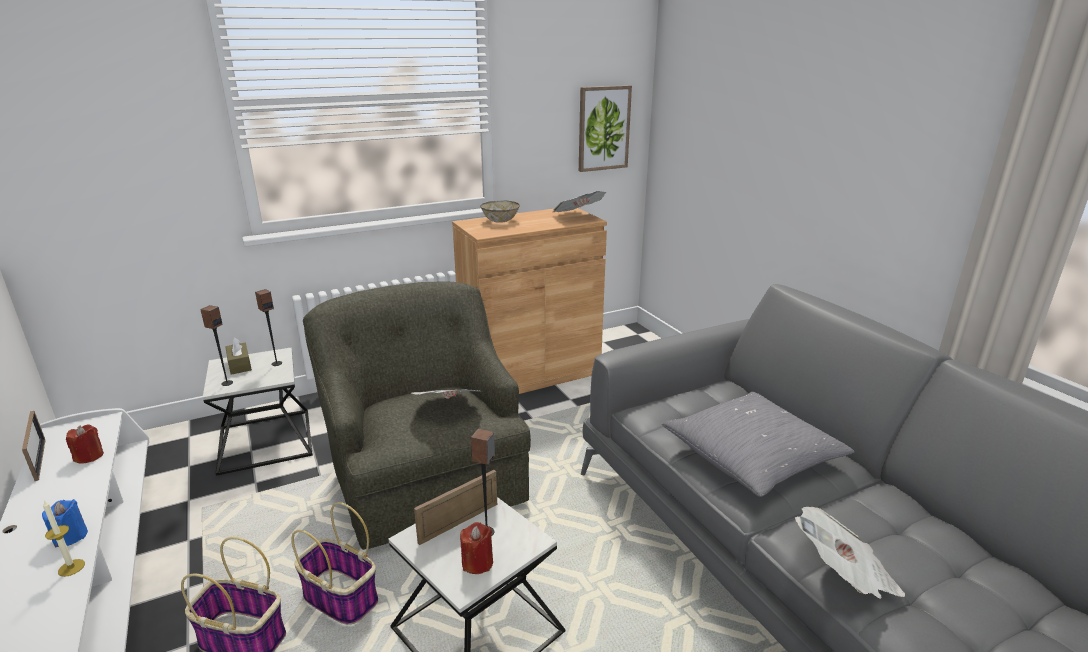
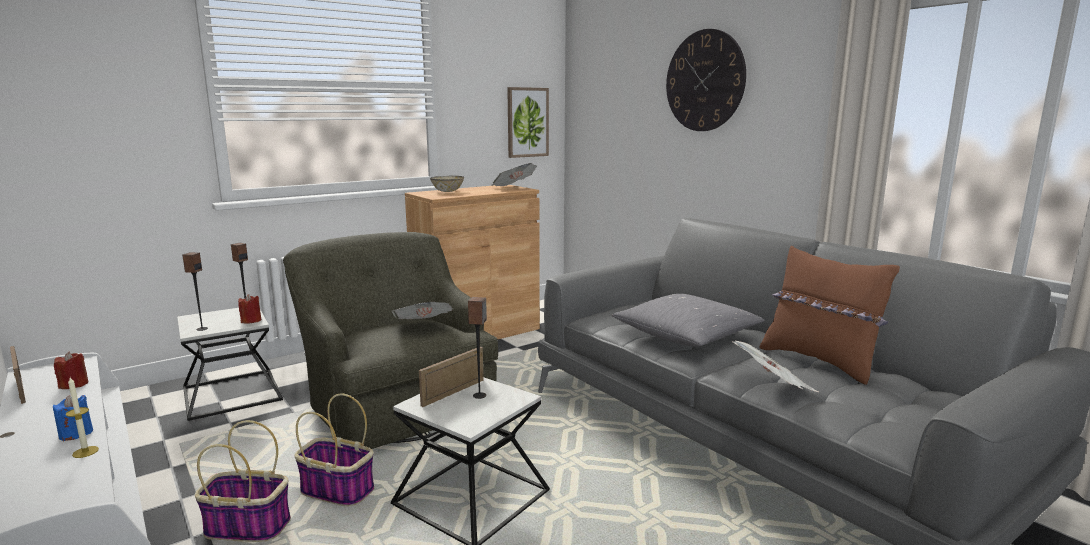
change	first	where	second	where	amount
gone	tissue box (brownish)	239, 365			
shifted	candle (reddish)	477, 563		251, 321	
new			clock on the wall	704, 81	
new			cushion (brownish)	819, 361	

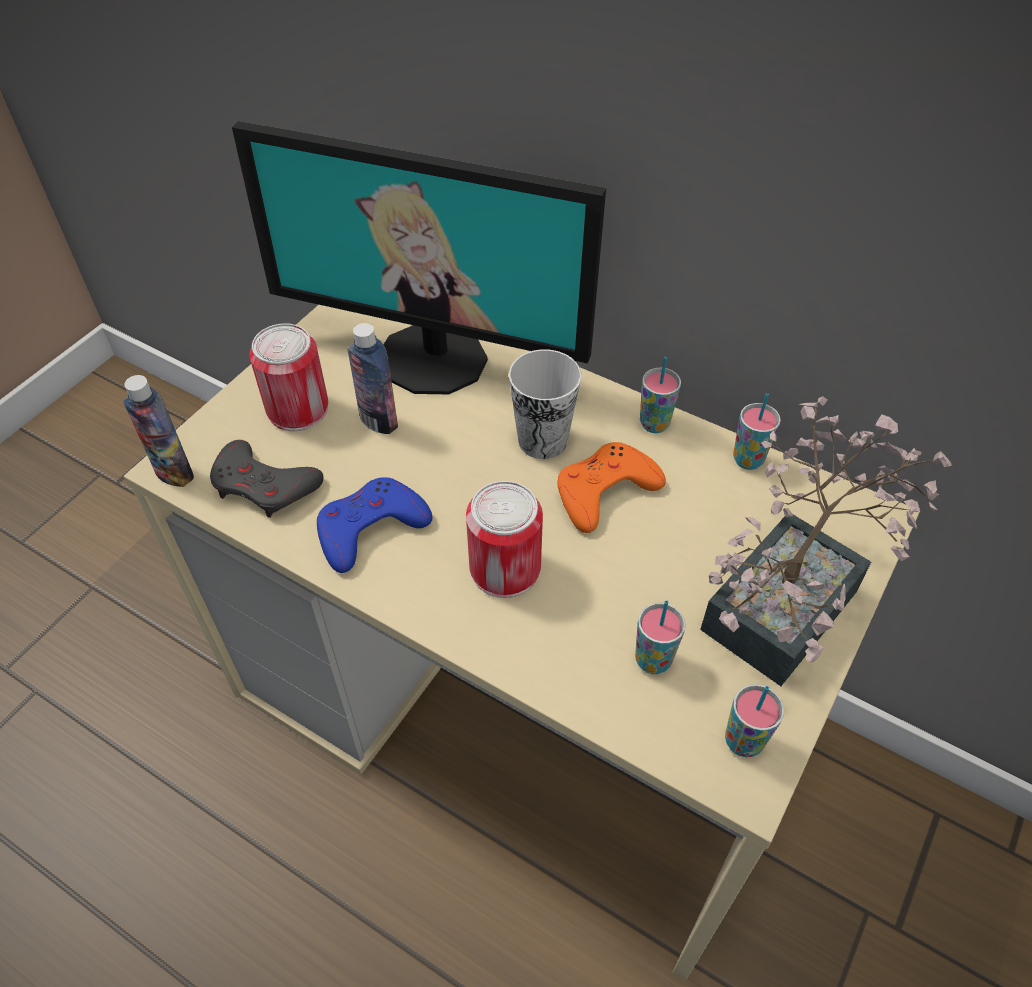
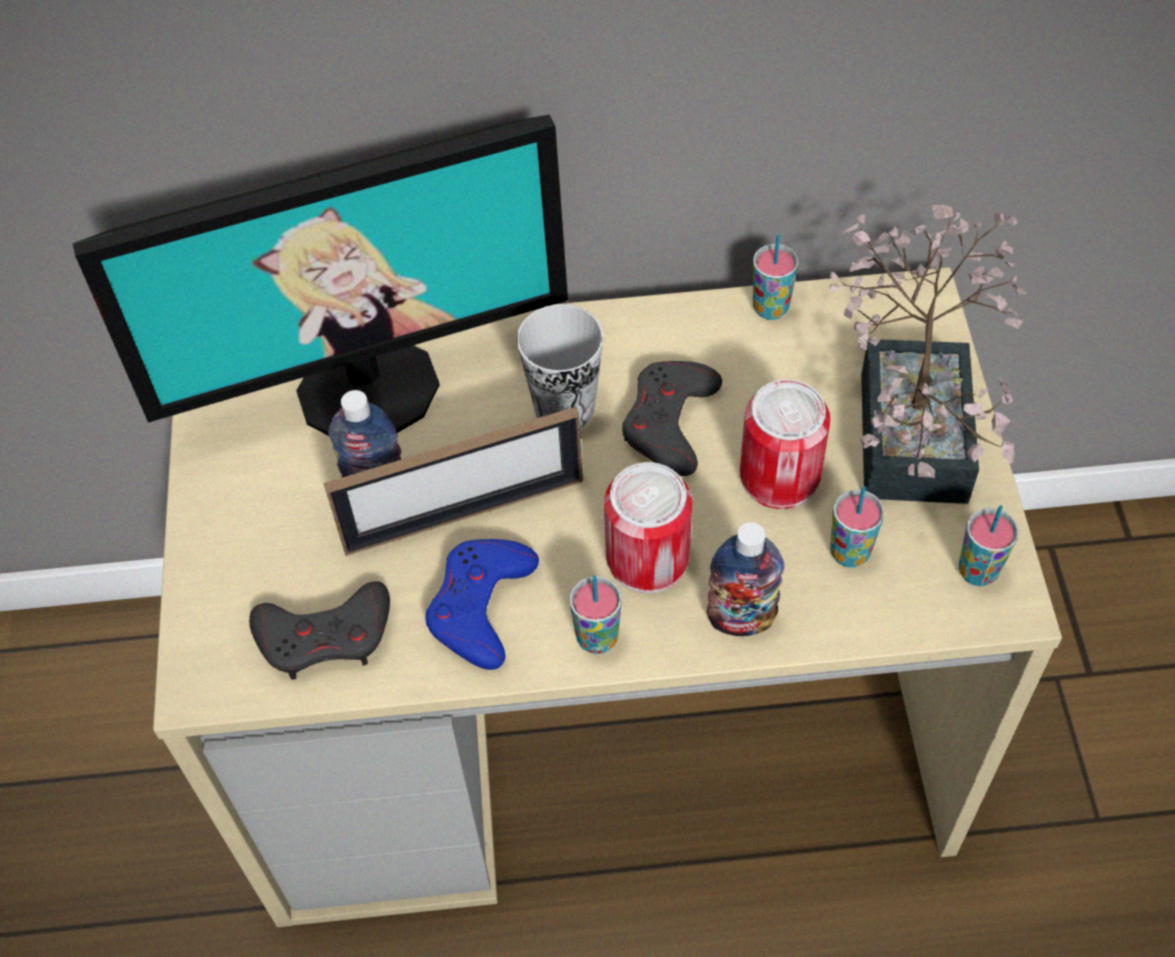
change	first	where	second	where	amount
shifted	can	298, 409		779, 476	
shifted	drinking cup	654, 424		597, 639	
shifted	drink bottle	174, 472		741, 619	
repainted	gamepad (orangey)	604, 491	gamepad (grey)	670, 422	
new			standing frame	464, 514	

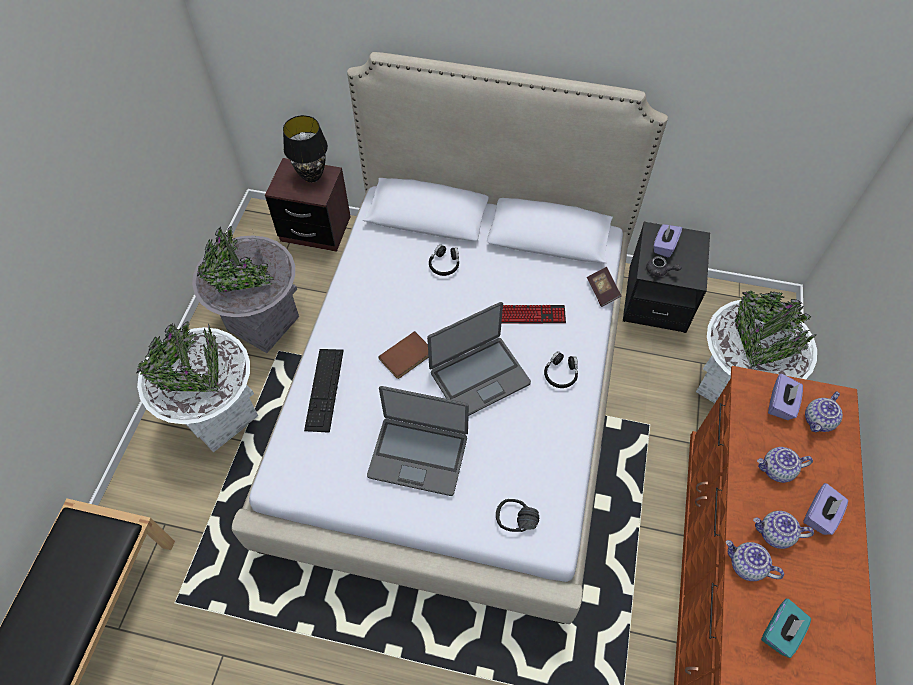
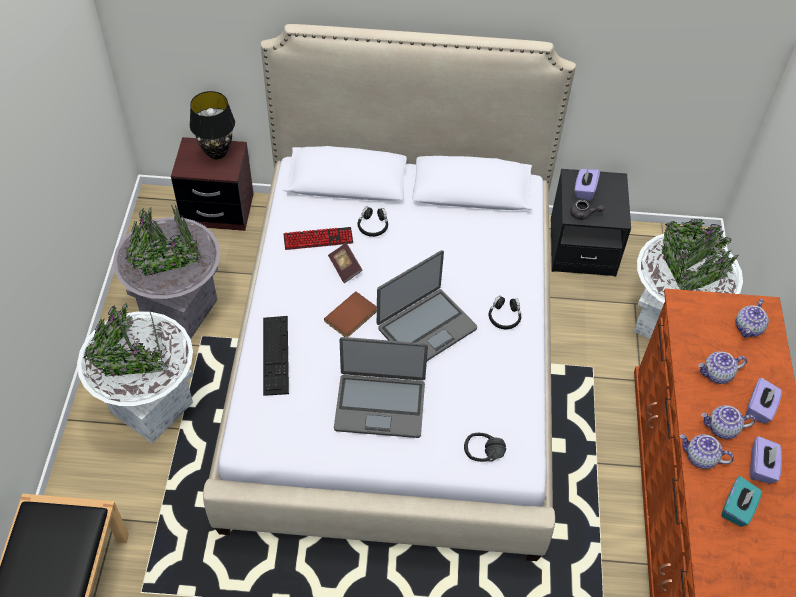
change	first	where	second	where	amount
shifted	volume	602, 291		345, 268	
shifted	computer keyboard	530, 315		318, 239	
shifted	tissue box (purple-coloured)	781, 404		761, 467	

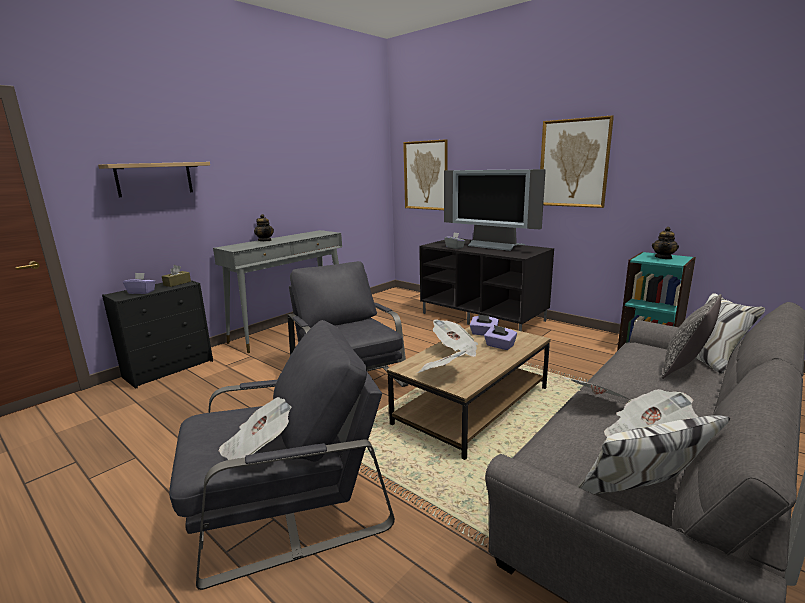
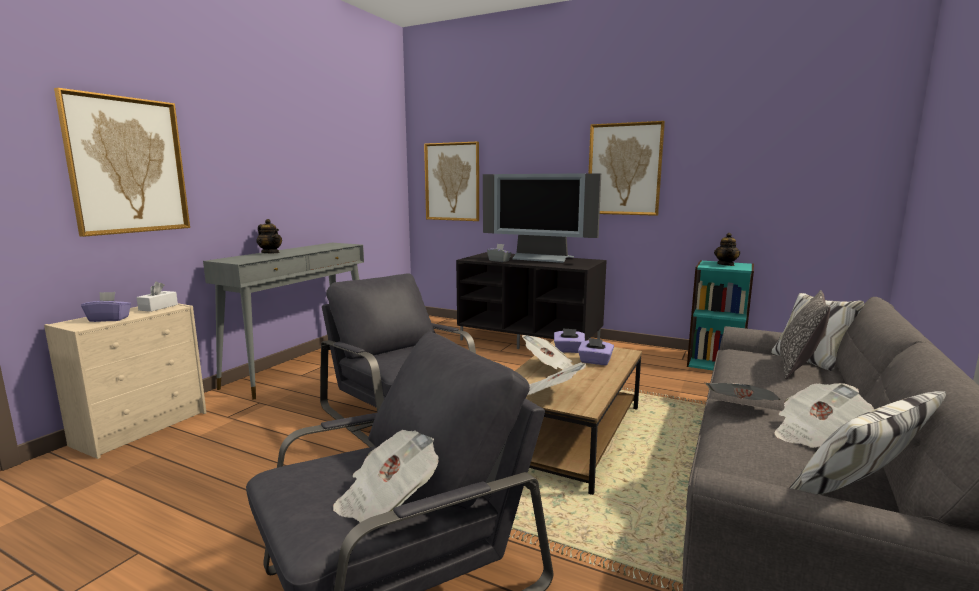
change	first	where	second	where	amount
swapped	wall shelf	154, 179	picture	127, 166	
repainted	tissue box (brownish)	177, 283	tissue box (white-coloured)	158, 307	
repainted	chest of drawers (black-coloured)	170, 368	chest of drawers (beige-coloured)	143, 428	

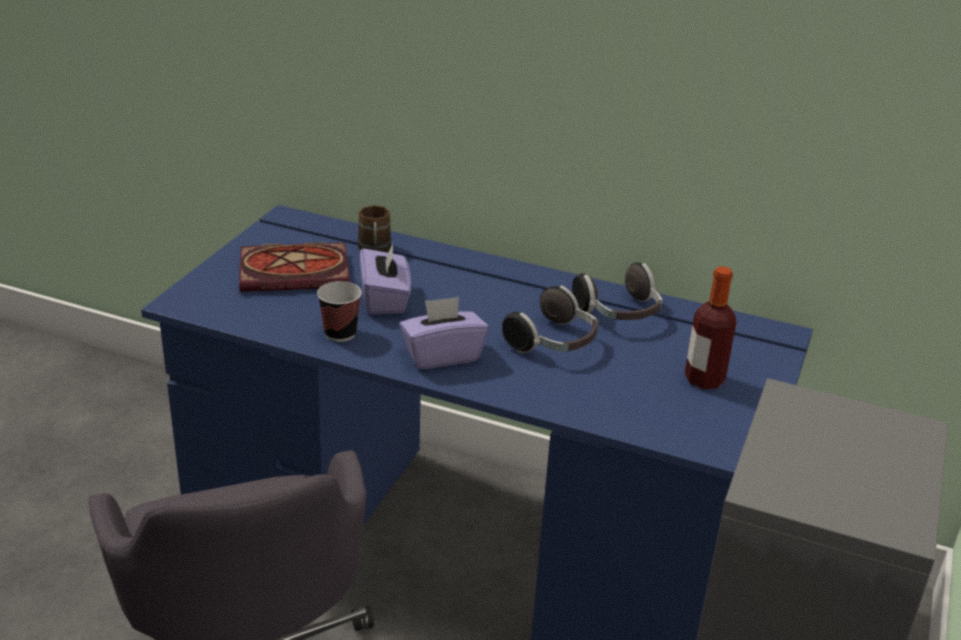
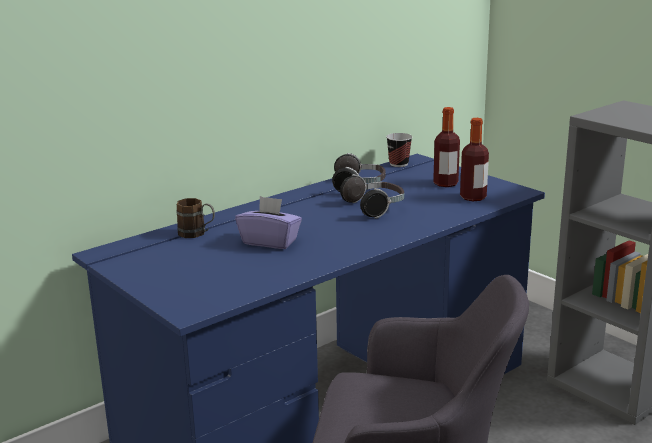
change	first	where	second	where	amount
gone	volume	297, 271			
shifted	drinking cup	340, 333		398, 164	
gone	tissue box (purple-coloured)	442, 355			
new			drink bottle	473, 197	

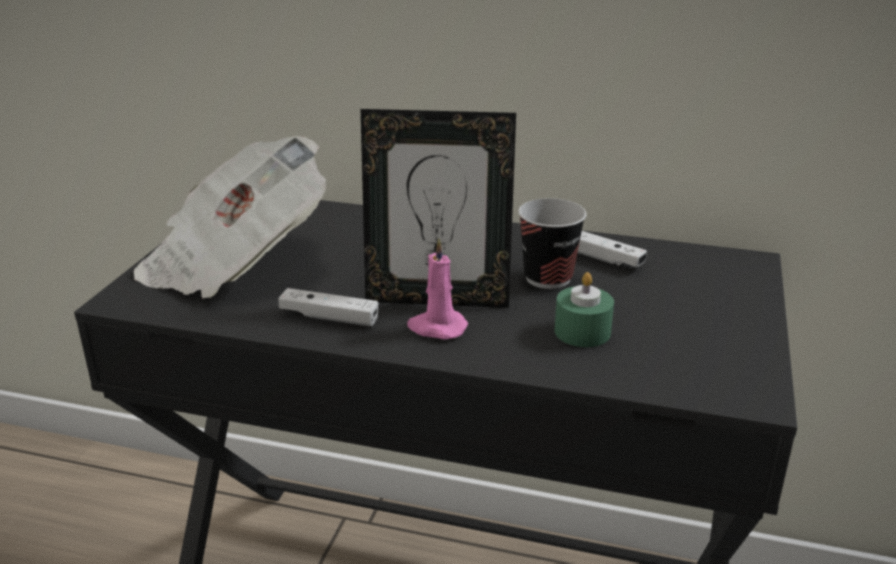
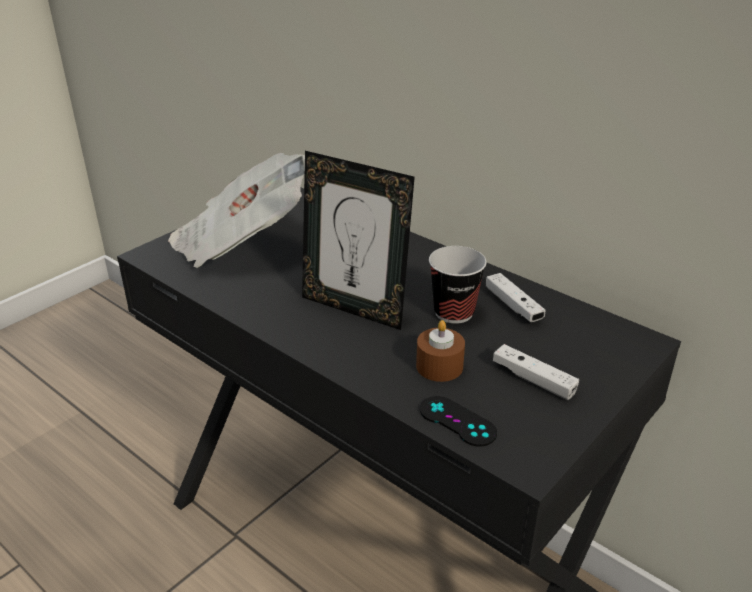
change	first	where	second	where	amount
gone	candle (pink-coloured)	436, 327			
repainted	candle (green)	582, 332	candle (brownish)	439, 366	
shifted	gamepad (white-coloured)	329, 317		533, 379	
new			gamepad (black-coloured)	457, 421	

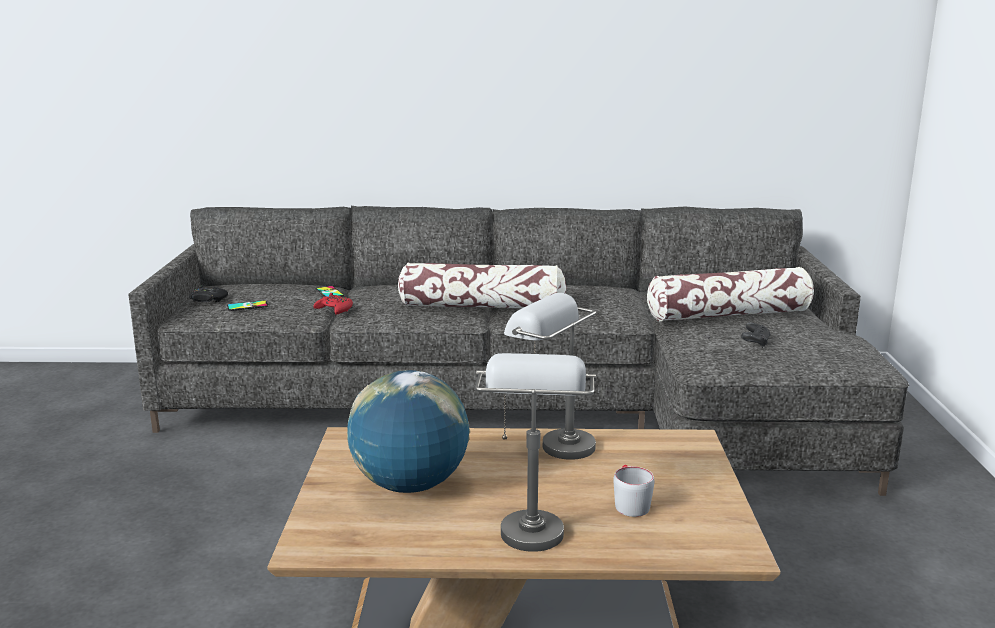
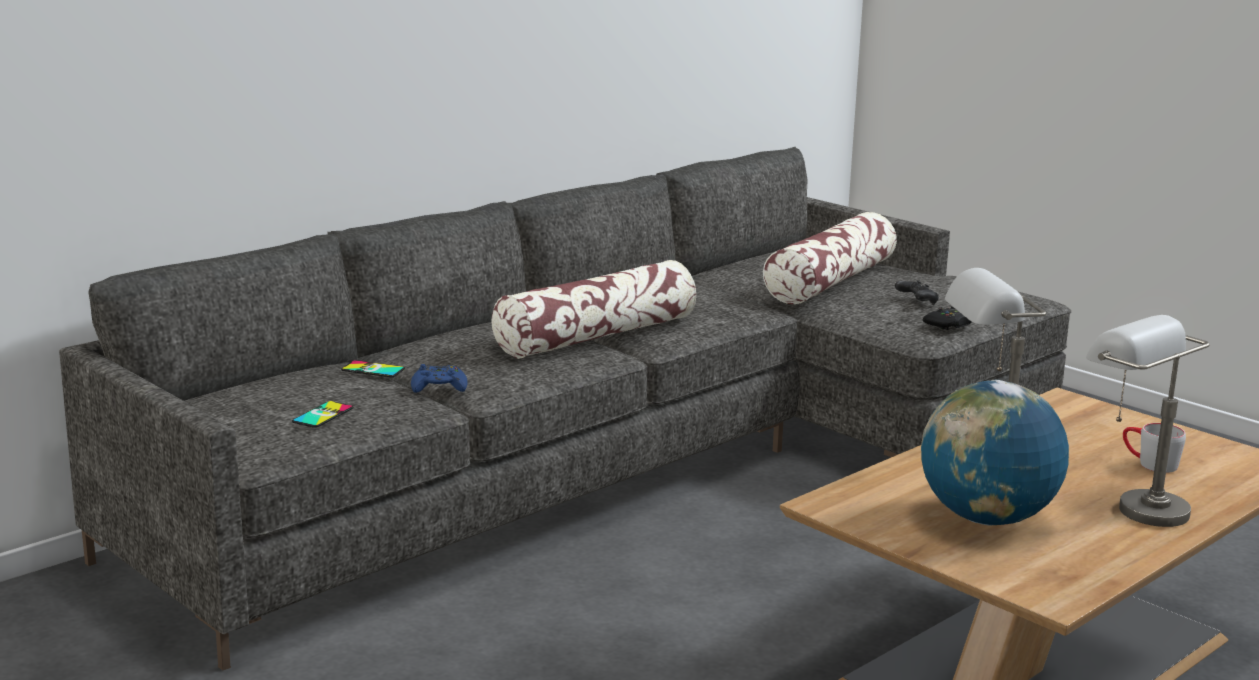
change	first	where	second	where	amount
shifted	gamepad (black-coloured)	207, 300		950, 324	
repainted	gamepad (reddish)	334, 309	gamepad (blue-coloured)	439, 387	

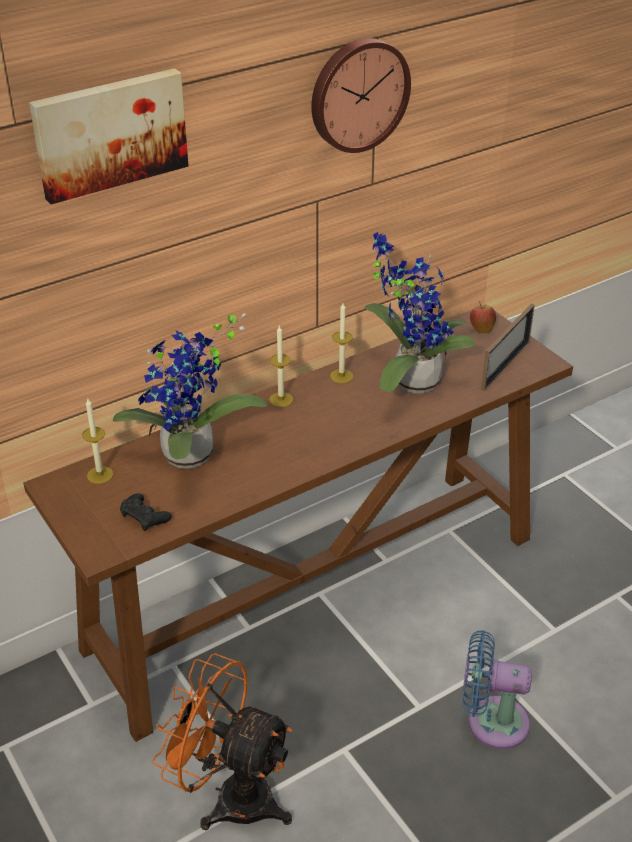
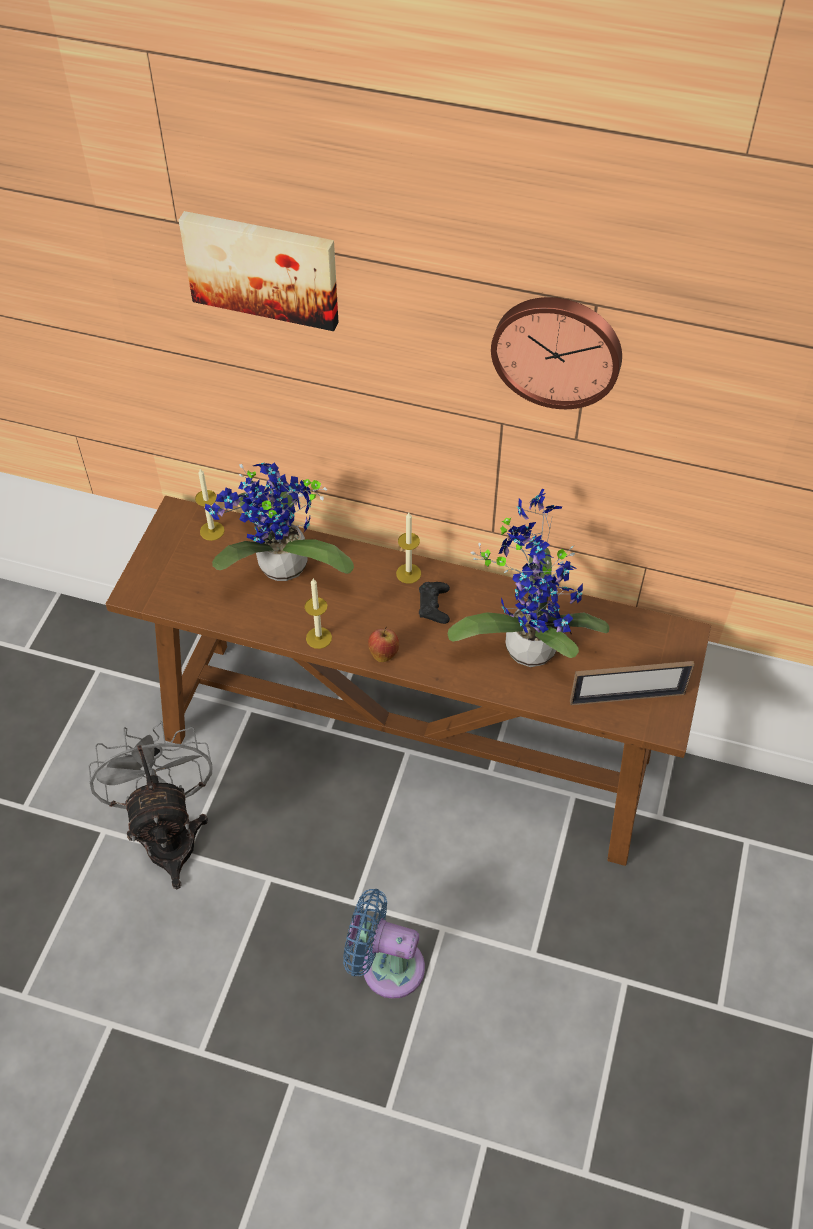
change	first	where	second	where	amount
shifted	apple fruit	481, 329		383, 653	
shifted	candle	341, 376		319, 638	
shifted	gamepad (black-coloured)	145, 516		434, 606	
rotated	cooling fan (blue-coloured)	491, 721		386, 965	45 degrees counterclockwise
repainted	cooling fan (orangey)	231, 796	cooling fan (grey)	169, 834	

